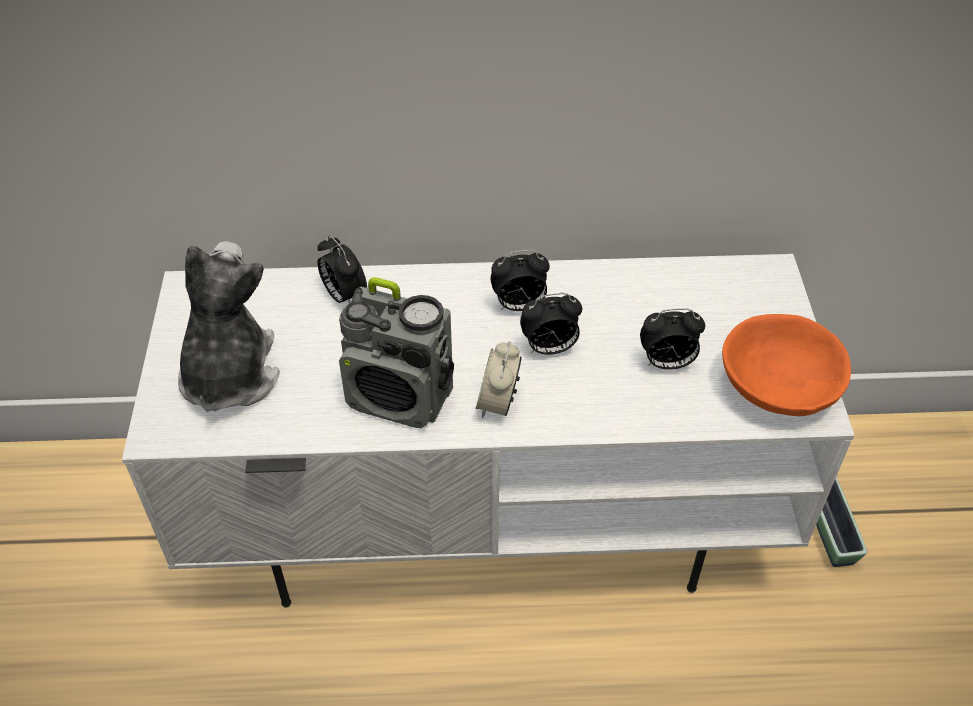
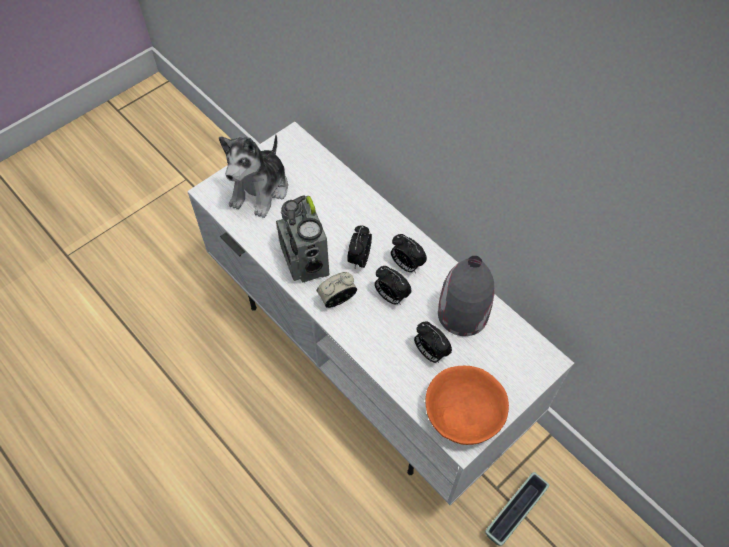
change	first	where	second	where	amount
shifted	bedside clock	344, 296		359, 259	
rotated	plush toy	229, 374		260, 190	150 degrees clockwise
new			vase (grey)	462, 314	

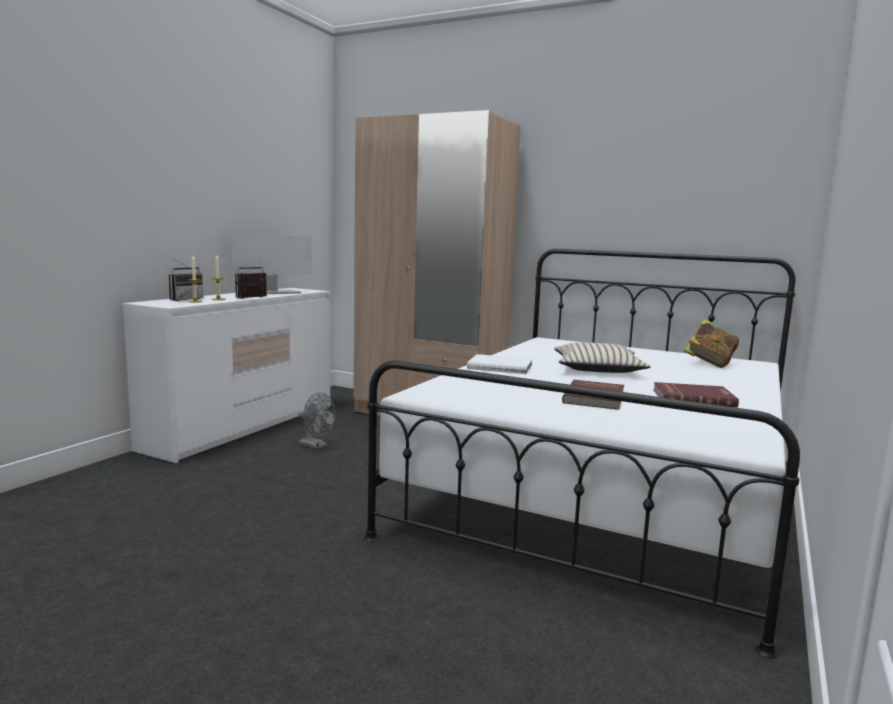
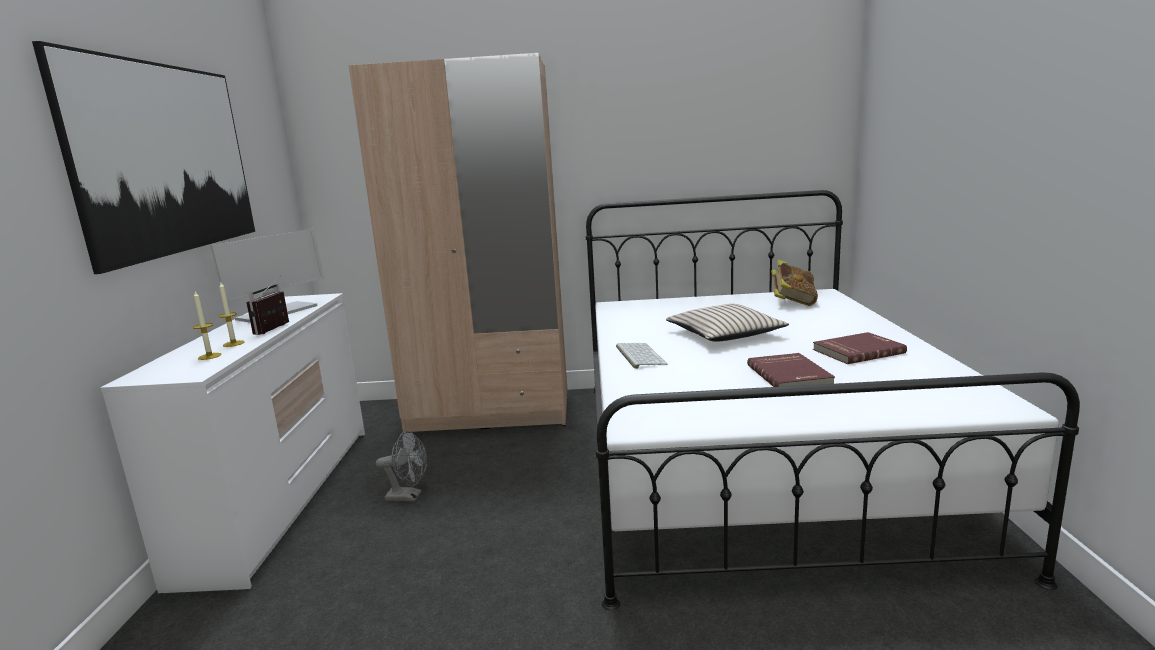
change	first	where	second	where	amount
gone	radio	184, 299			
swapped	volume (white-coloured)	500, 367	computer keyboard	639, 355	
new			picture	167, 159	

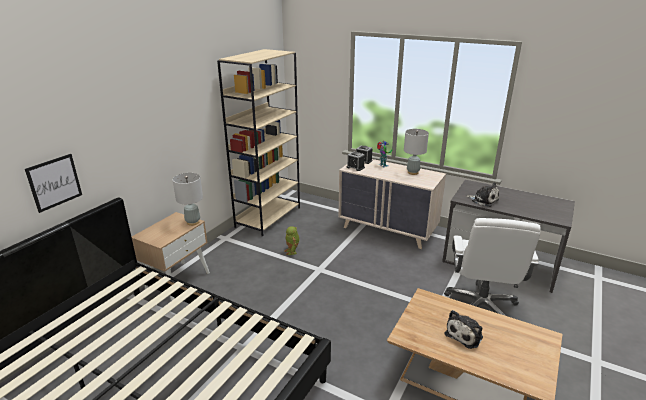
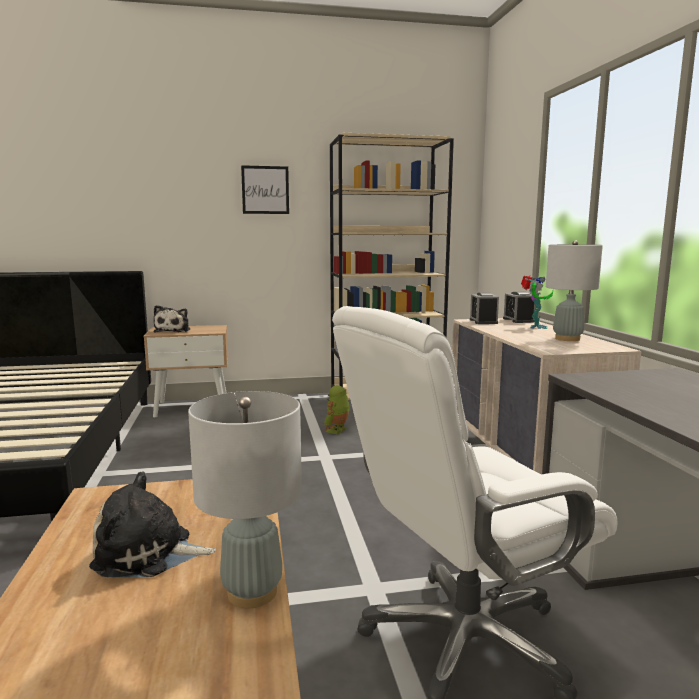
change	first	where	second	where	amount
shifted	picture	54, 182		265, 190	
shifted	tabletop lamp (grey)	193, 222		252, 592	
shifted	plush toy	483, 200		173, 331	

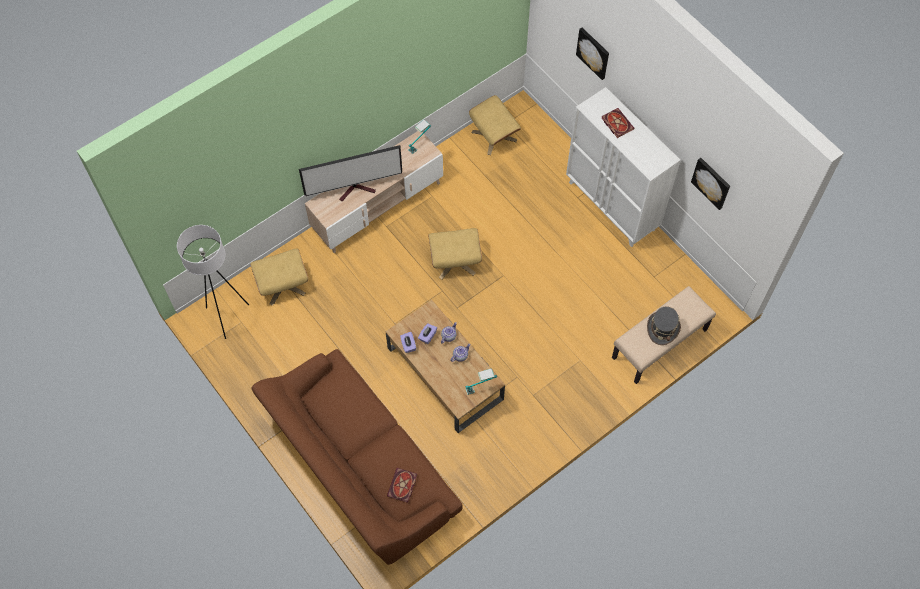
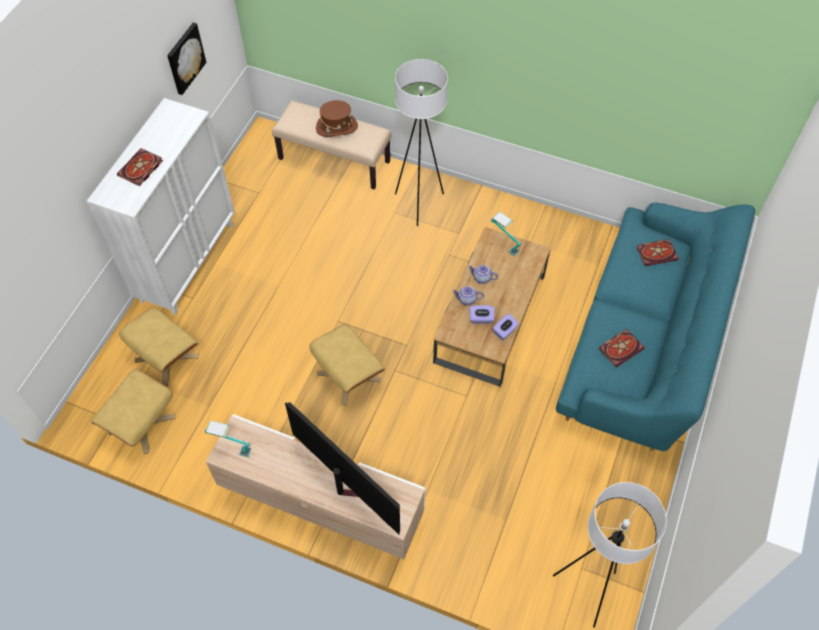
change	first	where	second	where	amount
gone	picture	593, 52			
shifted	ottoman (beige-coloured)	283, 284		166, 358	
repainted	clothing hat (grey)	662, 328	clothing hat (brownish)	336, 127	
repainted	couch (brownish)	360, 465	couch (turquoise-coloured)	643, 340	
new			standing lamp (white-coloured)	419, 204	
new			volume	621, 348	

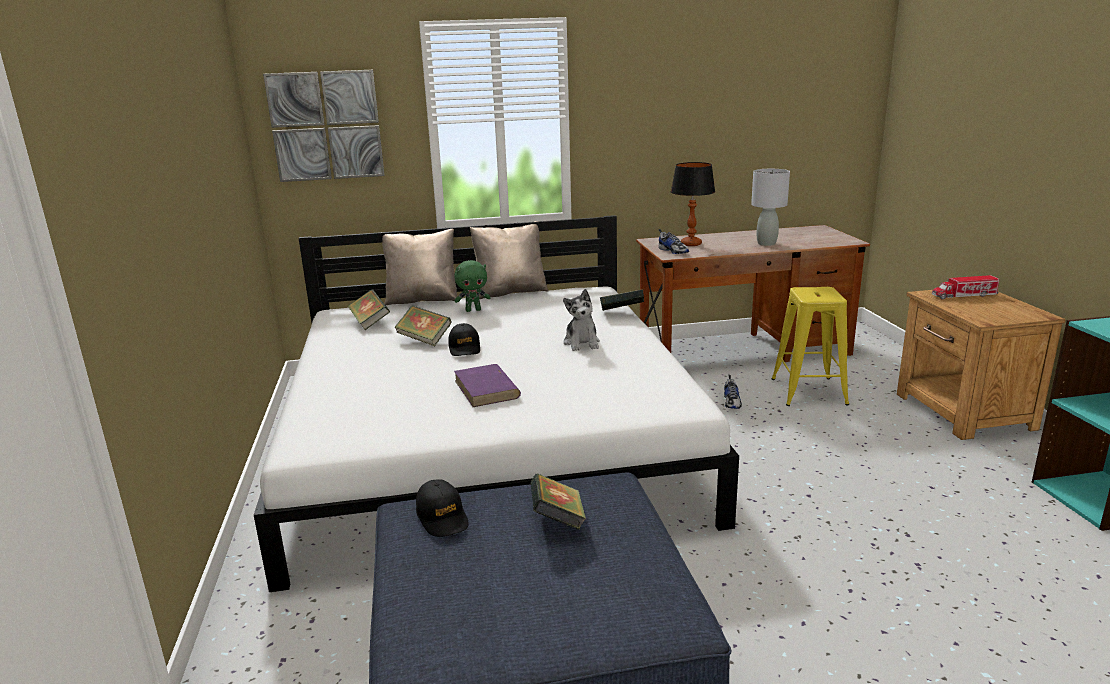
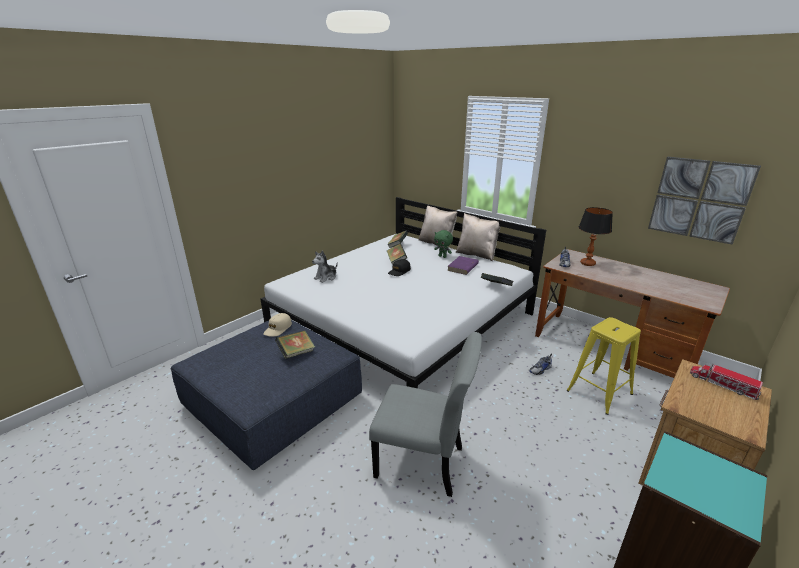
change	first	where	second	where	amount
shifted	picture	326, 126		699, 199	
gone	tabletop lamp (grey)	766, 243			
shifted	plush toy	582, 343		326, 277	
shifted	volume (purple-coloured)	487, 389		462, 267	
repainted	cap (black-coloured)	442, 517	cap (beige-coloured)	278, 329	
new			upright chair (grey)	423, 463	

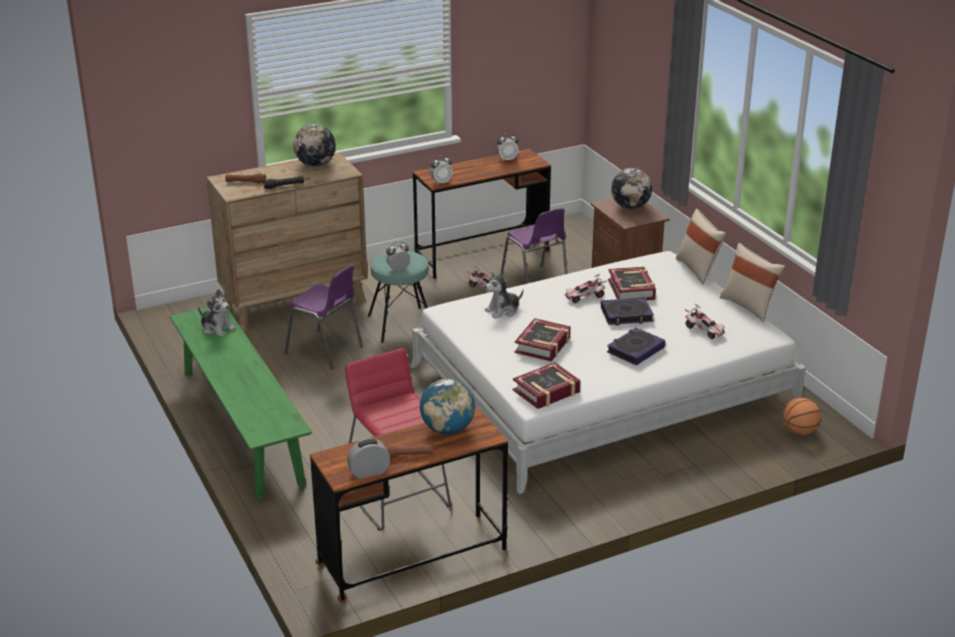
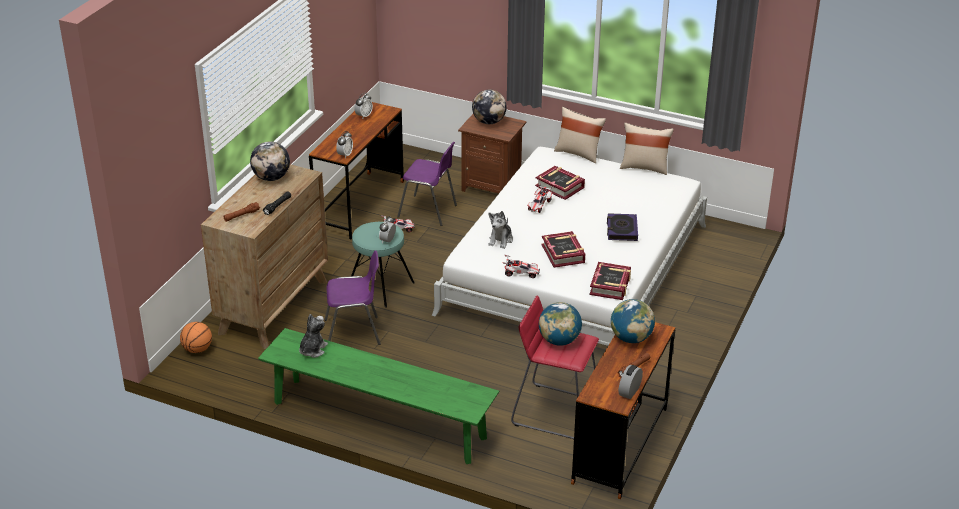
change	first	where	second	where	amount
rotated	plush toy	217, 328		312, 350	60 degrees counterclockwise
gone	volume	626, 315			
shifted	toy car	704, 330		521, 273	
shifted	basketball ball	799, 432		197, 349	
new			desk globe	559, 340	

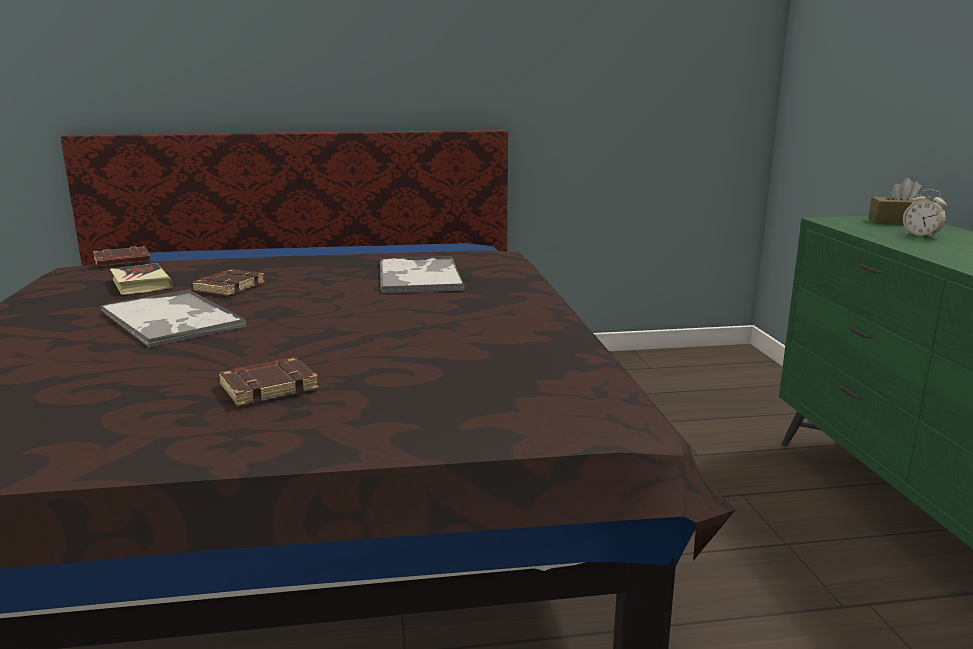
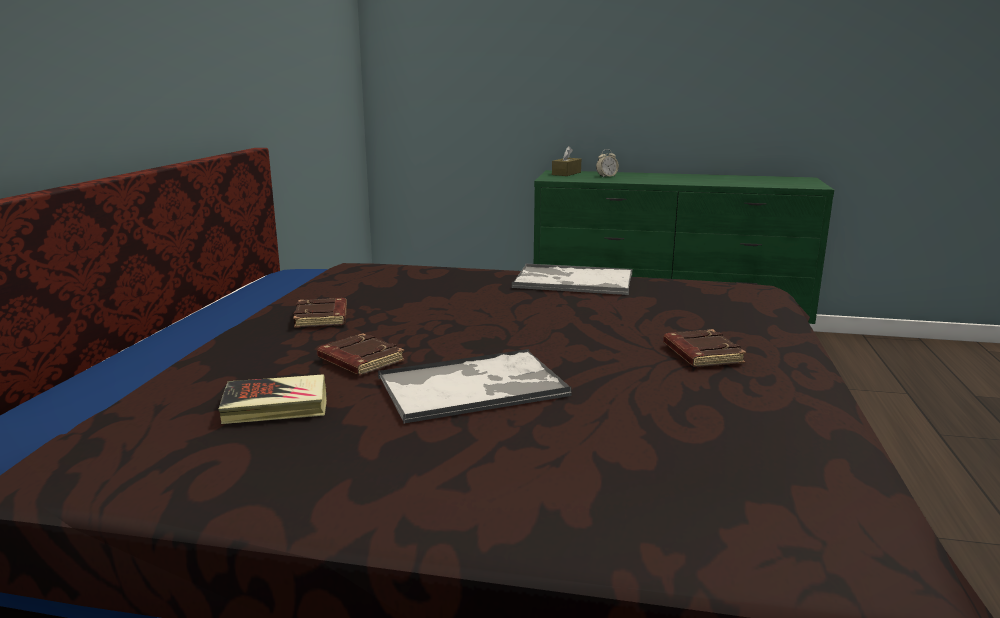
change	first	where	second	where	amount
shifted	volume (brownish)	122, 262		322, 318	
shifted	carrying tray	419, 276		572, 281	

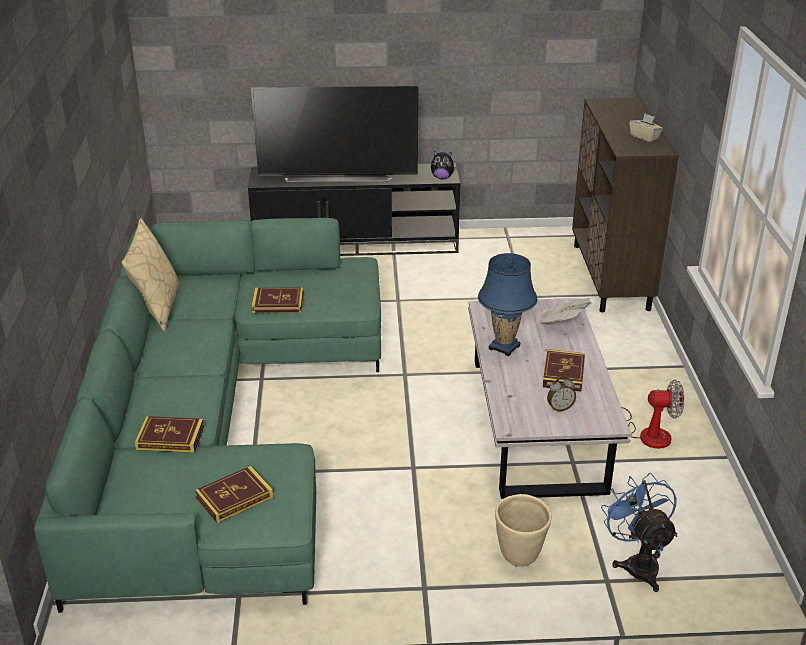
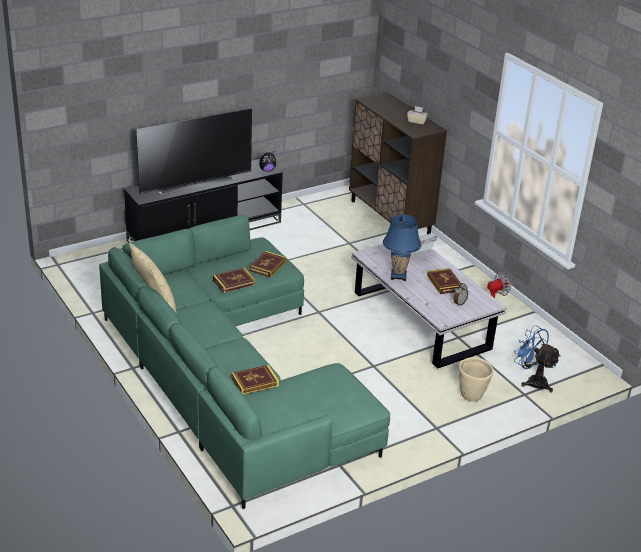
change	first	where	second	where	amount
shifted	volume	234, 497		267, 266	

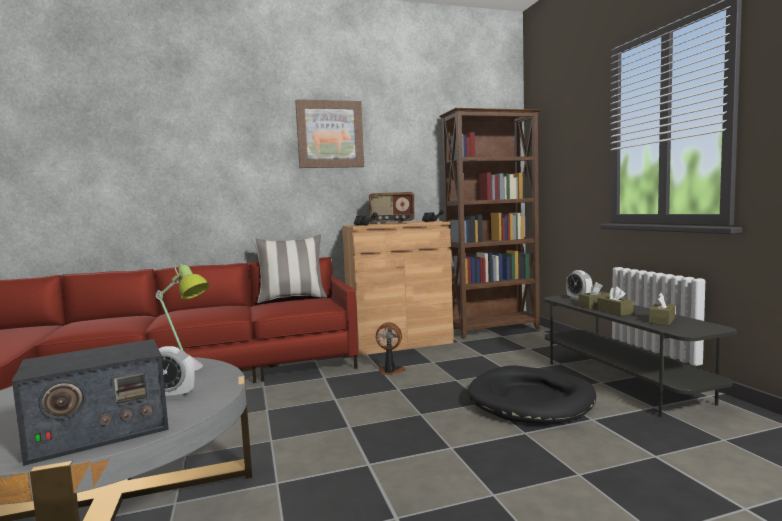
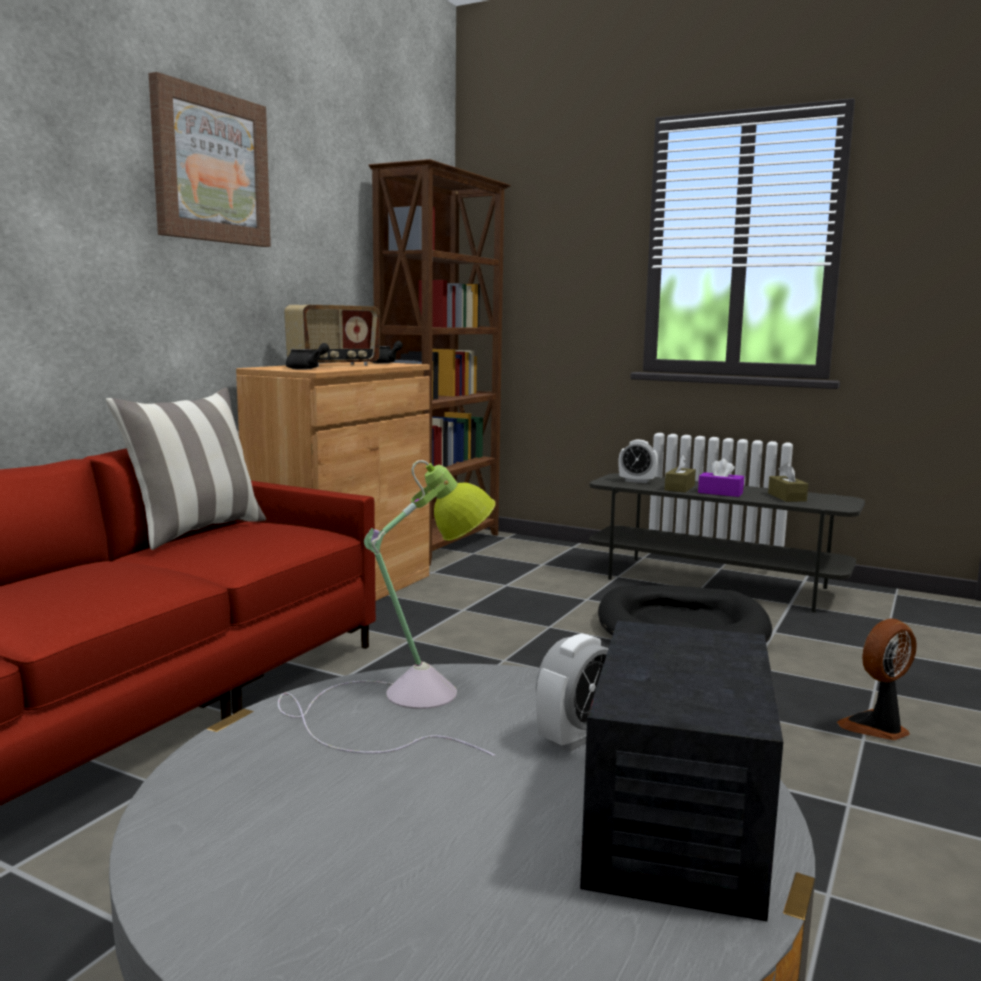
change	first	where	second	where	amount
repainted	tissue box (brownish)	615, 312	tissue box (purple-coloured)	720, 493	
shifted	cooling fan	390, 371		877, 728	

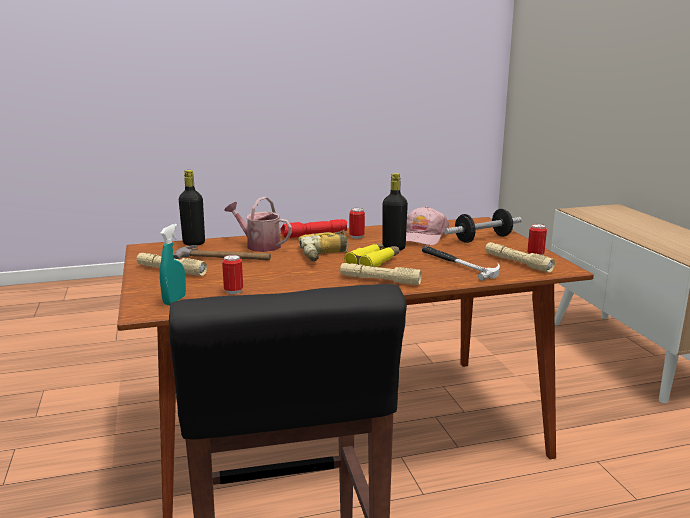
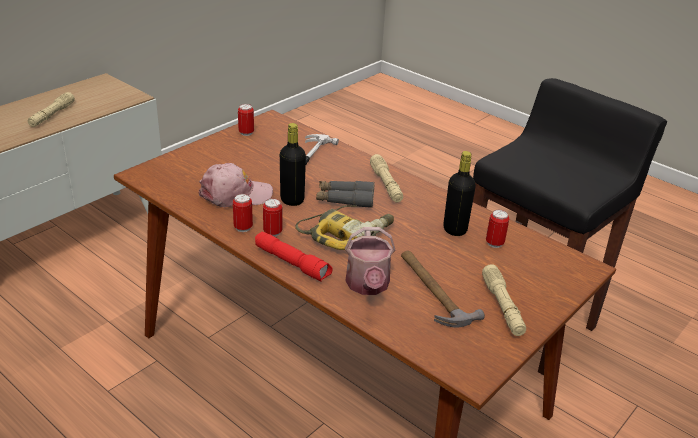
change	first	where	second	where	amount
shifted	drink bottle (black-coloured)	194, 243		455, 229	
gone	hand weight	483, 239			
gone	sprayer (turquoise-coloured)	174, 300			
shifted	hand torch (beige-coloured)	517, 263		52, 115	
repainted	field glasses (yellow)	373, 262	field glasses (grey)	345, 199	
new			can	243, 228	

